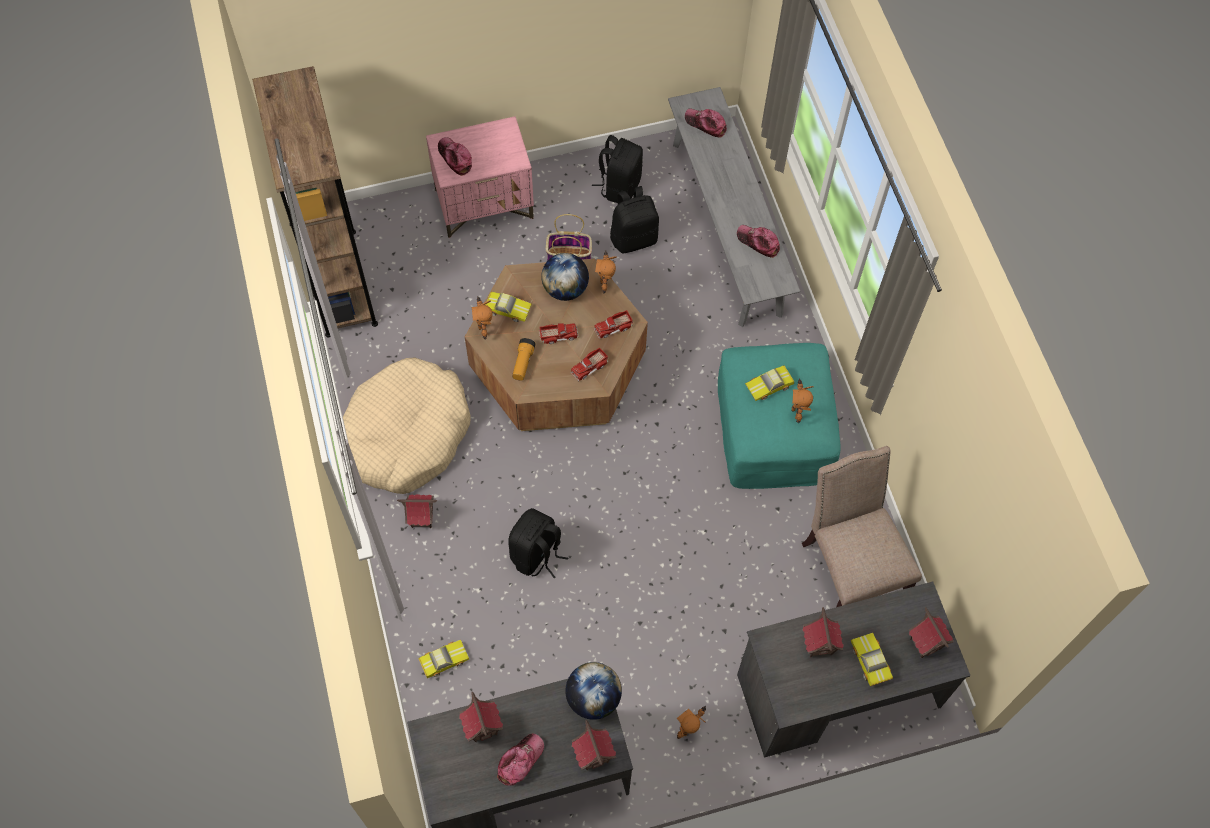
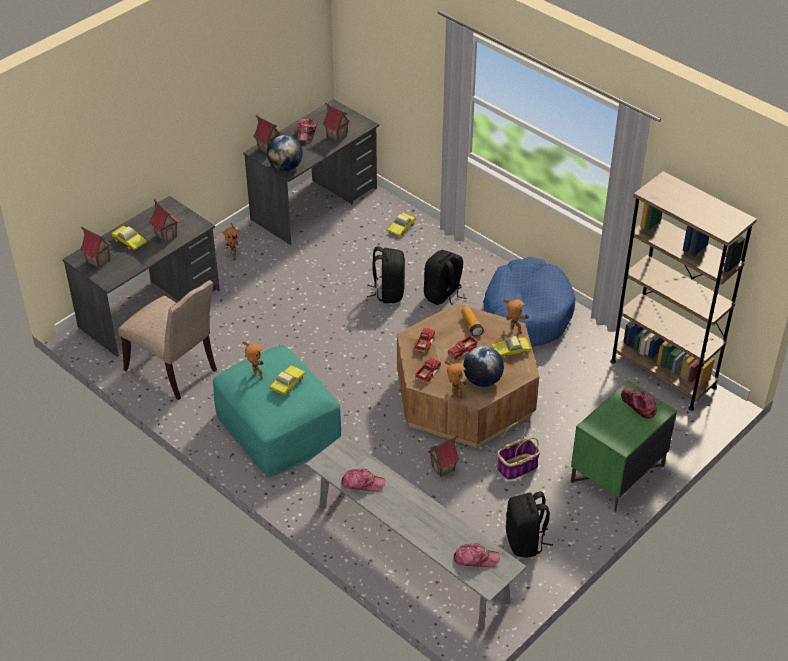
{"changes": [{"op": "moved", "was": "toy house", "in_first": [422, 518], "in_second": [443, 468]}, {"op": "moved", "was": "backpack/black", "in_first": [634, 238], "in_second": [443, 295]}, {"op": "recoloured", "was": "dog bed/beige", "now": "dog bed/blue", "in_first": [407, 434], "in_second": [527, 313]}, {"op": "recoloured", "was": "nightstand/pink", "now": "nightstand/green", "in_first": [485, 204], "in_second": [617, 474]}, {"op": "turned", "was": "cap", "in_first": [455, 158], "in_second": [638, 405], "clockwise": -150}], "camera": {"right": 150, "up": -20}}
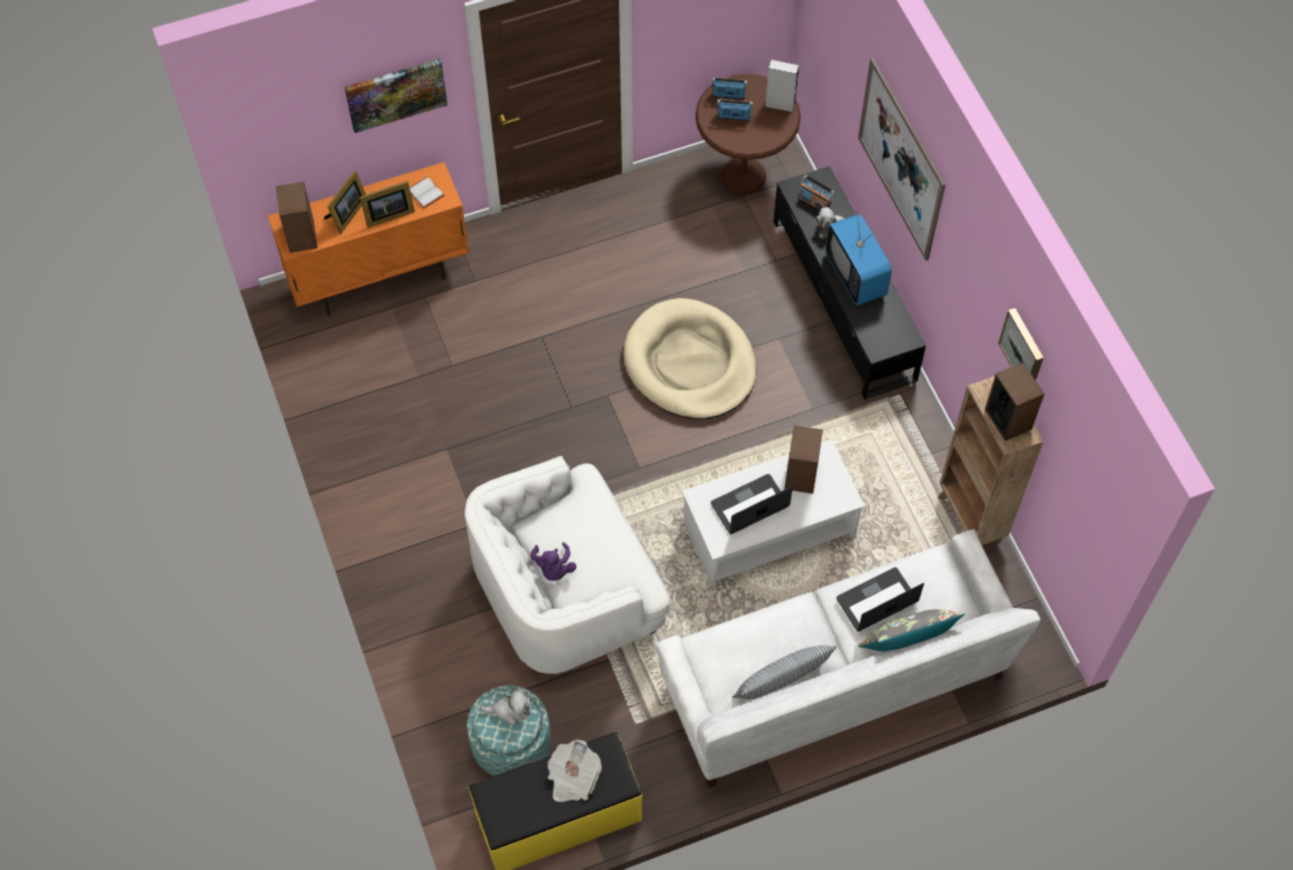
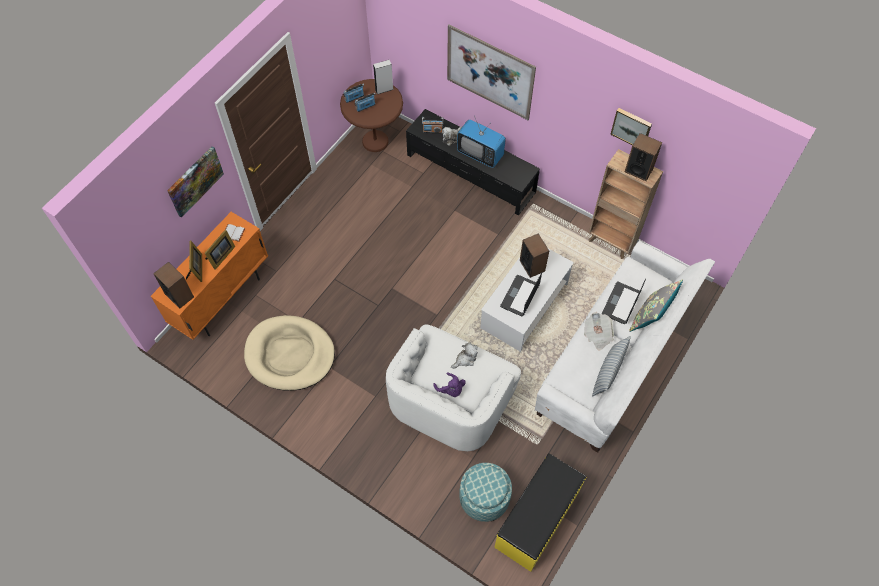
{"changes": [{"op": "moved", "was": "plush toy", "in_first": [510, 709], "in_second": [465, 359]}, {"op": "moved", "was": "newspaper", "in_first": [572, 778], "in_second": [597, 335]}, {"op": "moved", "was": "dog bed/beige", "in_first": [690, 363], "in_second": [290, 355]}], "camera": {"right": -35, "up": 0}}
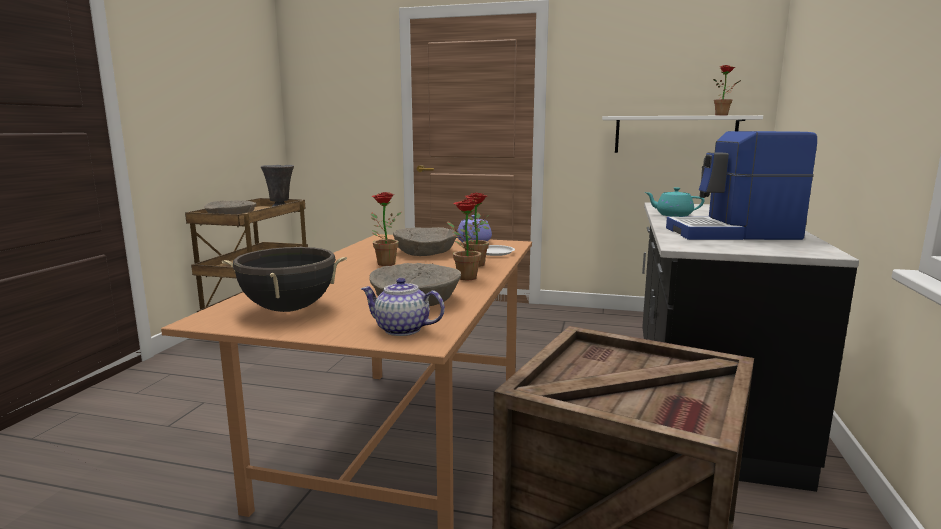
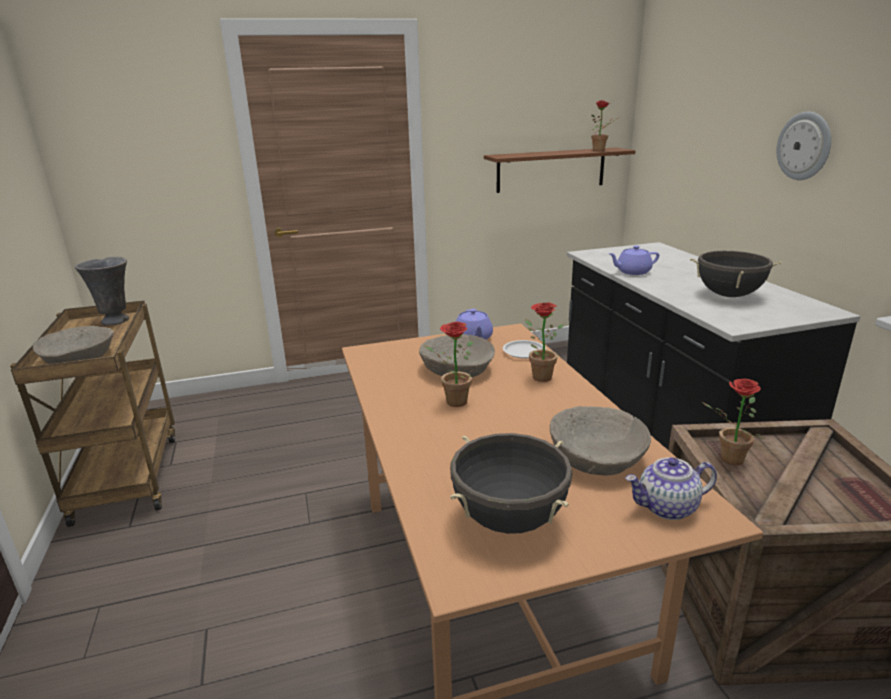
{"changes": [{"op": "added", "now": "wall clock", "in_second": [804, 146]}, {"op": "moved", "was": "potted plant", "in_first": [463, 277], "in_second": [726, 459]}, {"op": "replaced", "was": "coffee machine", "now": "cooking pot/black", "in_first": [733, 234], "in_second": [729, 295]}, {"op": "recoloured", "was": "shelf/white", "now": "shelf/brown", "in_first": [675, 135], "in_second": [551, 170]}, {"op": "recoloured", "was": "teapot/turquoise", "now": "teapot/purple", "in_first": [673, 215], "in_second": [632, 272]}], "camera": {"right": -30, "up": 10}}
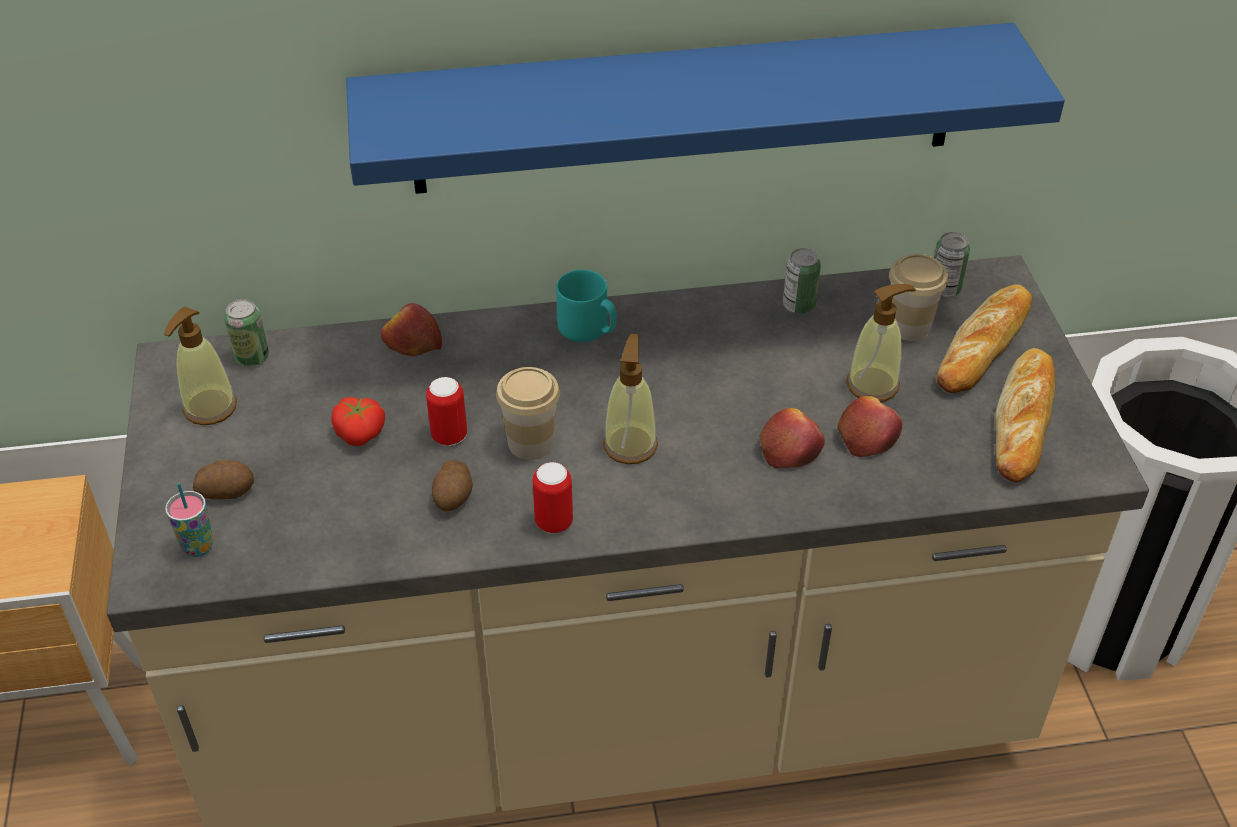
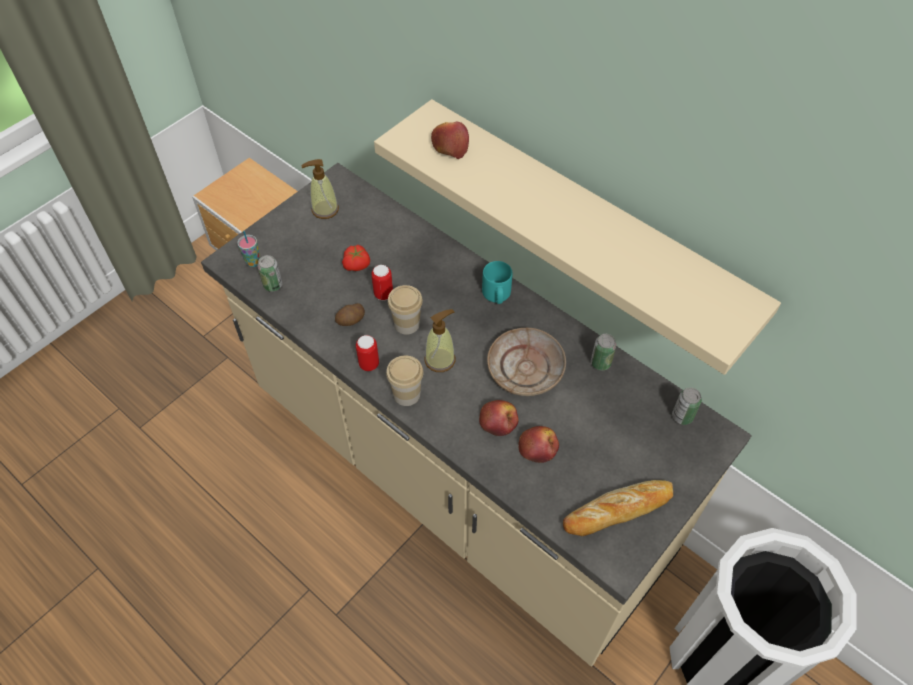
{"changes": [{"op": "removed", "was": "potato", "in_first": [226, 491]}, {"op": "removed", "was": "soap dispenser", "in_first": [873, 385]}, {"op": "removed", "was": "bread", "in_first": [984, 345]}, {"op": "added", "now": "plate/beige", "in_second": [526, 368]}, {"op": "moved", "was": "can", "in_first": [252, 357], "in_second": [273, 285]}, {"op": "moved", "was": "apple", "in_first": [412, 344], "in_second": [450, 146]}, {"op": "moved", "was": "cup", "in_first": [909, 326], "in_second": [406, 394]}, {"op": "recoloured", "was": "shelf/blue", "now": "shelf/beige", "in_first": [686, 109], "in_second": [584, 221]}], "camera": {"right": 50, "up": 10}}
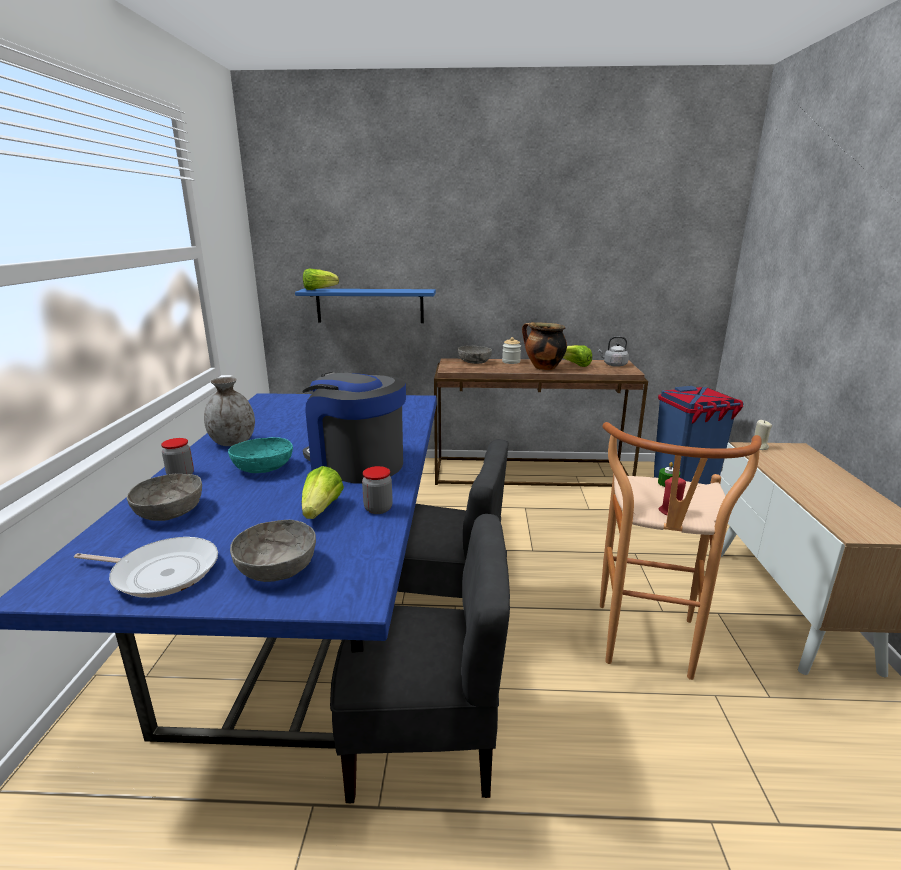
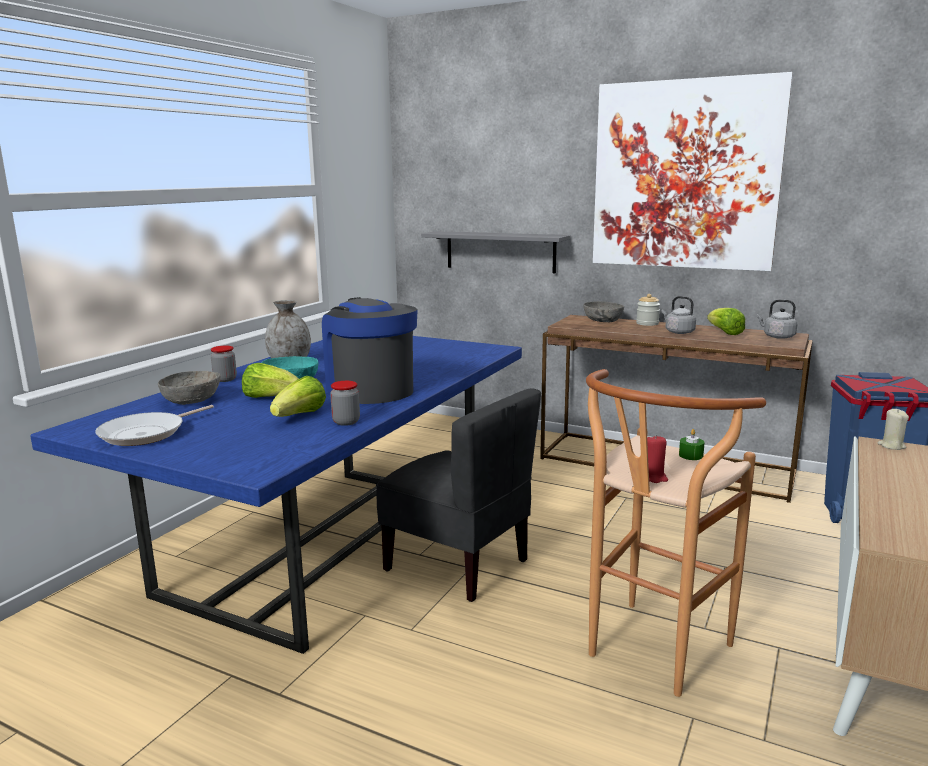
{"changes": [{"op": "removed", "was": "bowl/grey", "in_first": [277, 568]}, {"op": "removed", "was": "chair/grey", "in_first": [424, 742]}, {"op": "added", "now": "picture", "in_second": [685, 175]}, {"op": "moved", "was": "lettuce", "in_first": [319, 289], "in_second": [270, 397]}, {"op": "replaced", "was": "cooking pot", "now": "kettle/grey", "in_first": [543, 368], "in_second": [678, 332]}, {"op": "recoloured", "was": "shelf/blue", "now": "shelf/grey", "in_first": [370, 306], "in_second": [500, 251]}, {"op": "turned", "was": "frying pan", "in_first": [161, 572], "in_second": [147, 433], "clockwise": 90}], "camera": {"right": 25, "up": -5}}
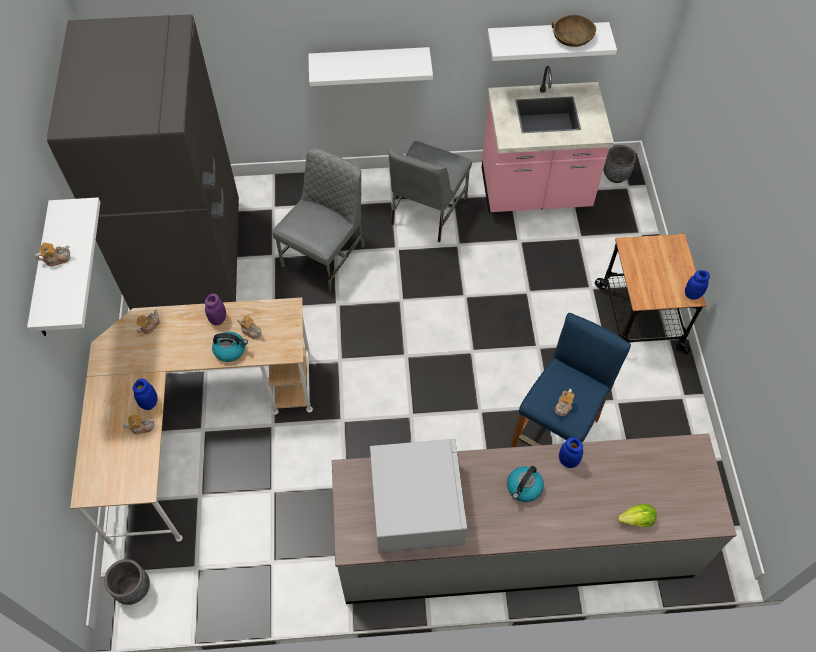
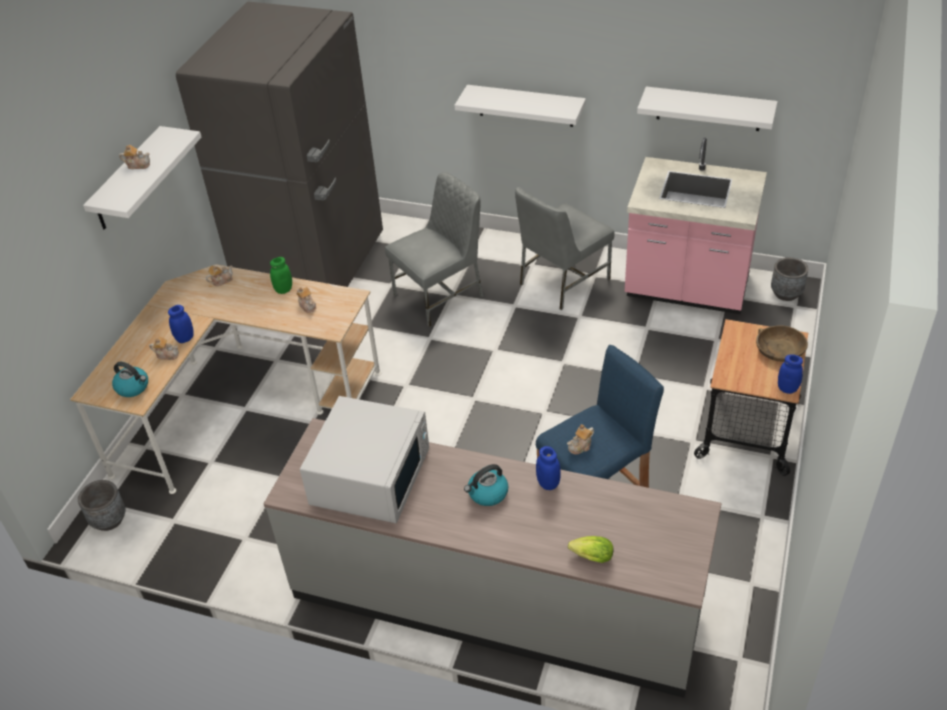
{"changes": [{"op": "moved", "was": "kettle", "in_first": [230, 350], "in_second": [133, 387]}, {"op": "moved", "was": "bowl/brown", "in_first": [572, 37], "in_second": [779, 350]}, {"op": "recoloured", "was": "jar/purple", "now": "jar/green", "in_first": [218, 319], "in_second": [283, 289]}], "camera": {"right": 25, "up": -15}}
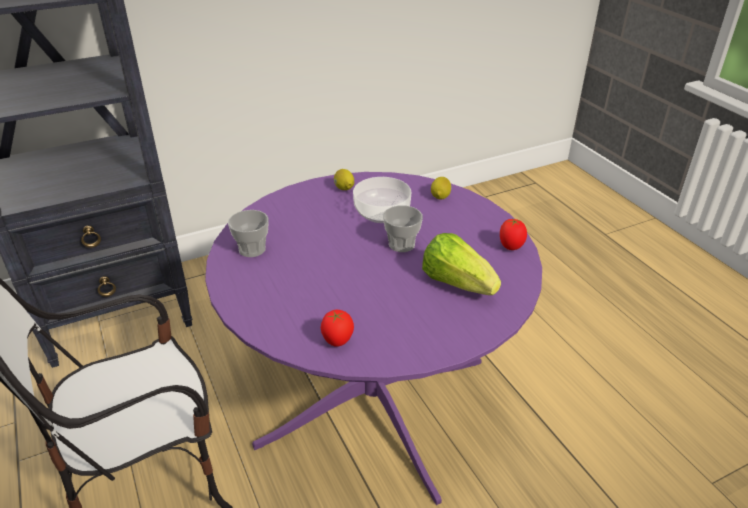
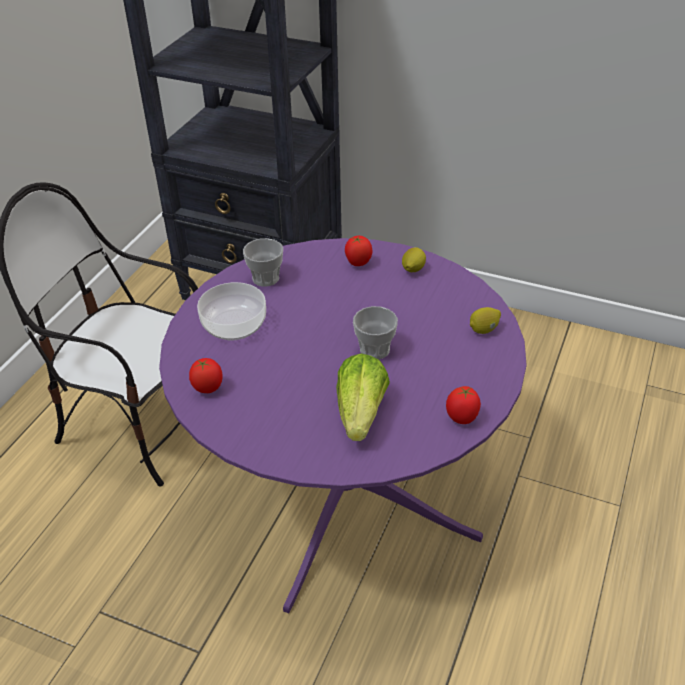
{"changes": [{"op": "added", "now": "tomato", "in_second": [358, 263]}, {"op": "moved", "was": "bowl", "in_first": [382, 212], "in_second": [234, 325]}], "camera": {"right": 50, "up": 5}}
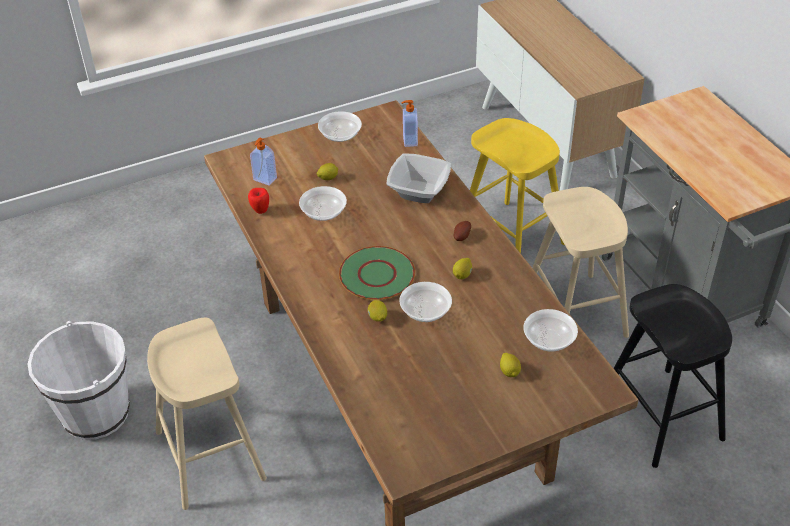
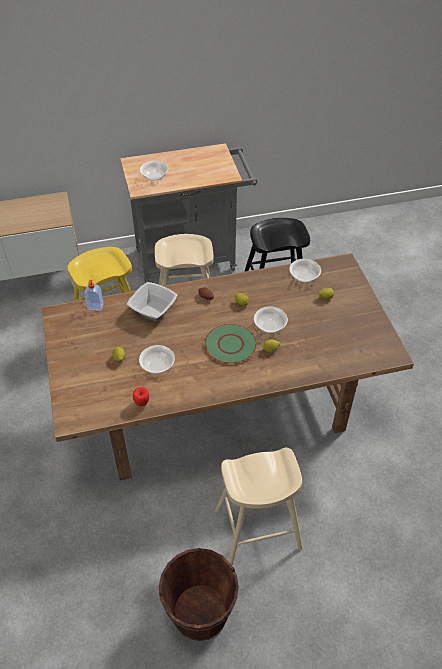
{"changes": [{"op": "removed", "was": "soap dispenser", "in_first": [264, 179]}, {"op": "moved", "was": "bowl", "in_first": [340, 135], "in_second": [154, 176]}, {"op": "recoloured", "was": "bucket/white", "now": "bucket/brown", "in_first": [95, 413], "in_second": [200, 613]}], "camera": {"right": -80, "up": 5}}
